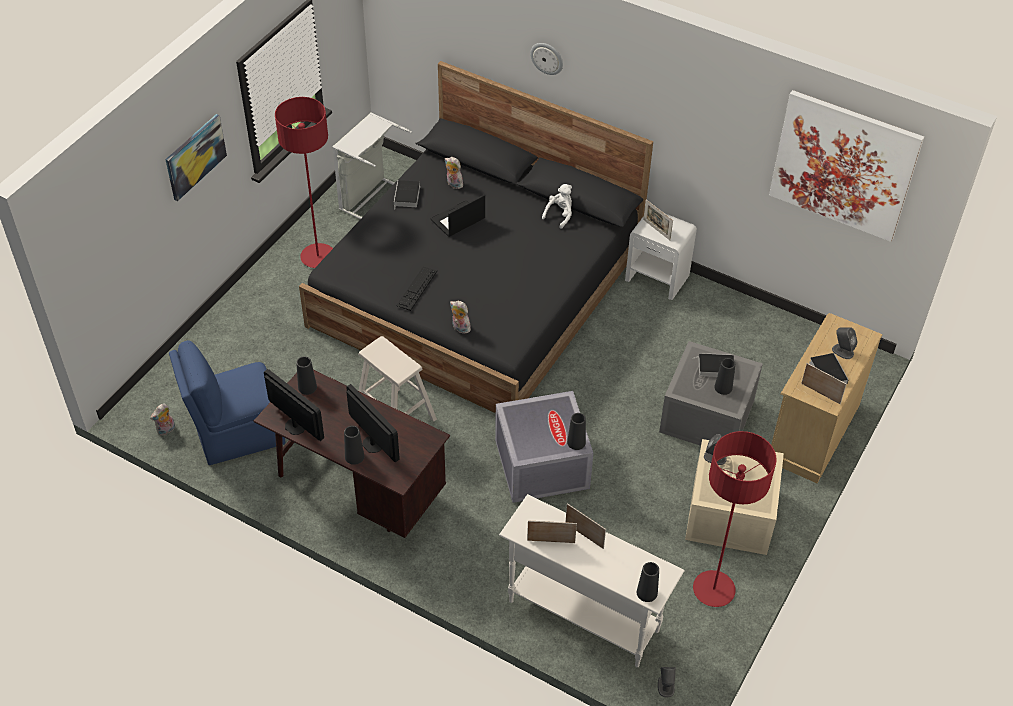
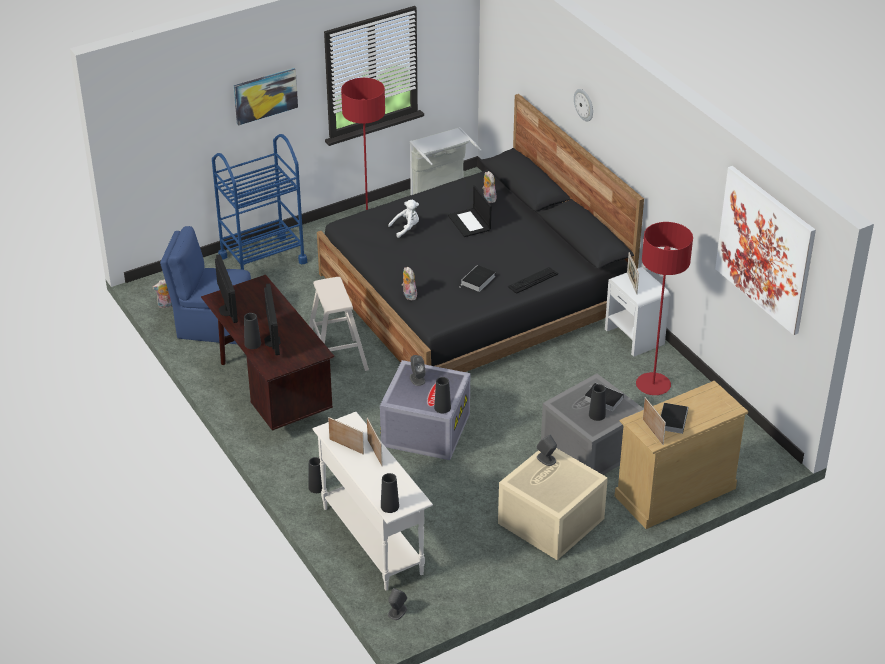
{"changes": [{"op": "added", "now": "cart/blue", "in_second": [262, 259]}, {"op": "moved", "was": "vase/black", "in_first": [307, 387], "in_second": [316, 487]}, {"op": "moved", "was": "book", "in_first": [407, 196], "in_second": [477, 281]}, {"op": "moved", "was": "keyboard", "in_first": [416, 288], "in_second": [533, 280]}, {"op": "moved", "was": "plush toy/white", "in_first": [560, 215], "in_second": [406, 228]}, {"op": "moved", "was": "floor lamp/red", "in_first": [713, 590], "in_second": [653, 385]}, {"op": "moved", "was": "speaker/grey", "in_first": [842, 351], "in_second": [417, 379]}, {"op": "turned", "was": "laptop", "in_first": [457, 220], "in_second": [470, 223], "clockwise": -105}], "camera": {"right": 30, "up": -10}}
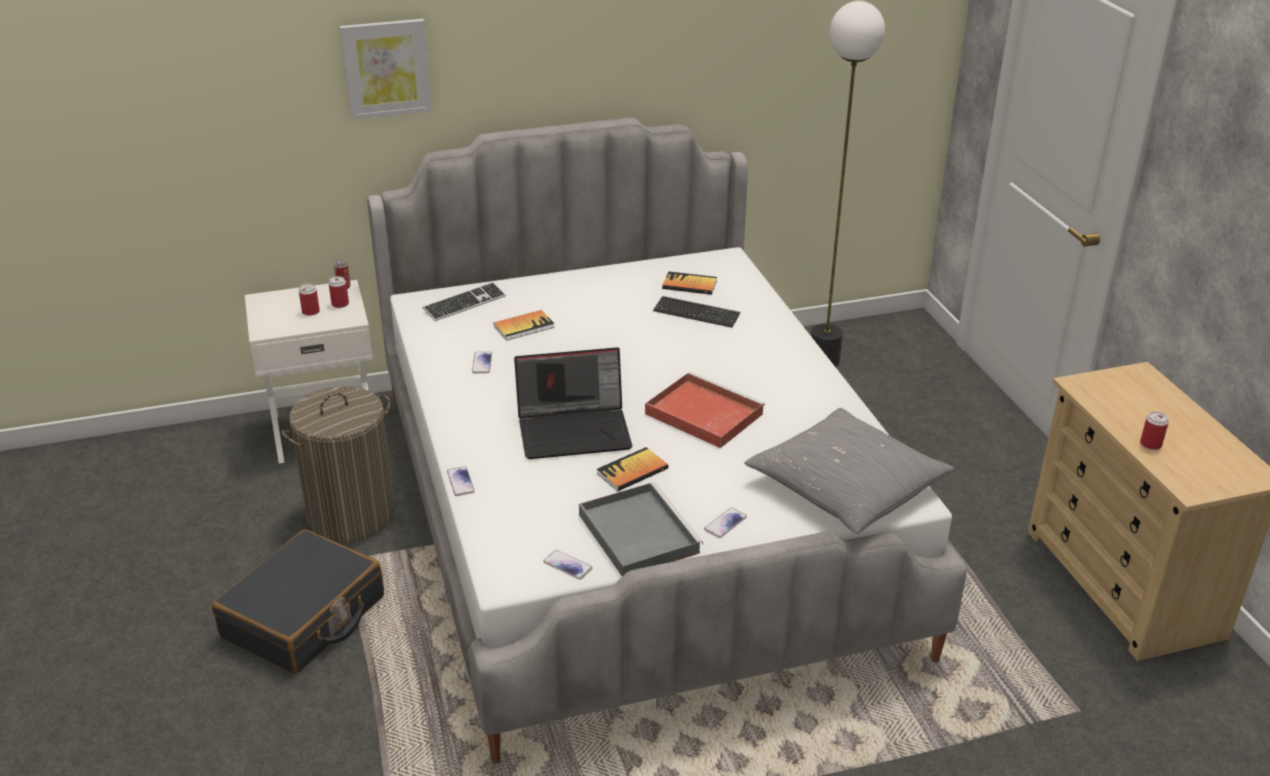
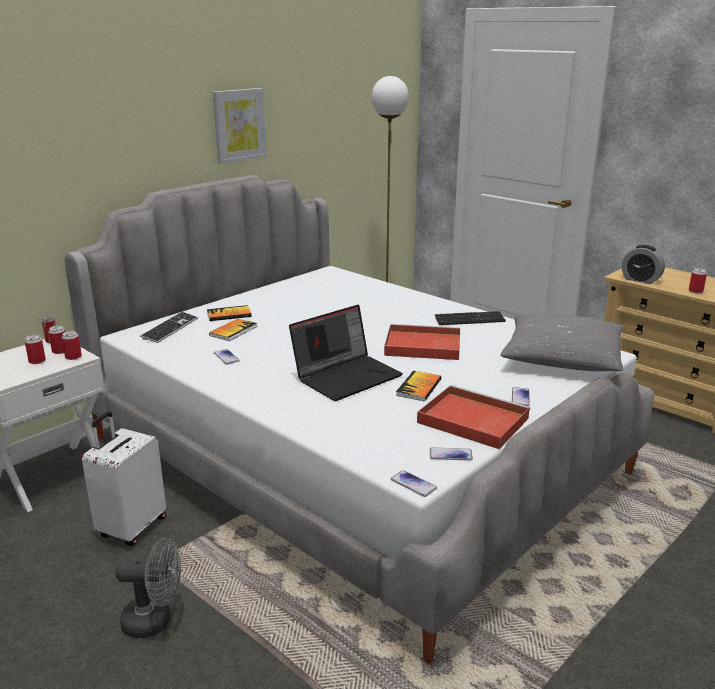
{"changes": [{"op": "added", "now": "can", "in_second": [73, 357]}, {"op": "added", "now": "alarm clock", "in_second": [640, 280]}, {"op": "moved", "was": "picture", "in_first": [386, 68], "in_second": [239, 125]}, {"op": "moved", "was": "phone", "in_first": [460, 482], "in_second": [413, 484]}, {"op": "moved", "was": "keyboard", "in_first": [696, 313], "in_second": [469, 320]}, {"op": "moved", "was": "book", "in_first": [689, 285], "in_second": [229, 315]}, {"op": "replaced", "was": "suitcase/black", "now": "fan/grey", "in_first": [304, 617], "in_second": [155, 620]}, {"op": "replaced", "was": "laundry basket", "now": "suitcase/white", "in_first": [352, 515], "in_second": [131, 527]}, {"op": "recoloured", "was": "tray/grey", "now": "tray/red", "in_first": [636, 532], "in_second": [470, 420]}], "camera": {"right": -30, "up": -10}}
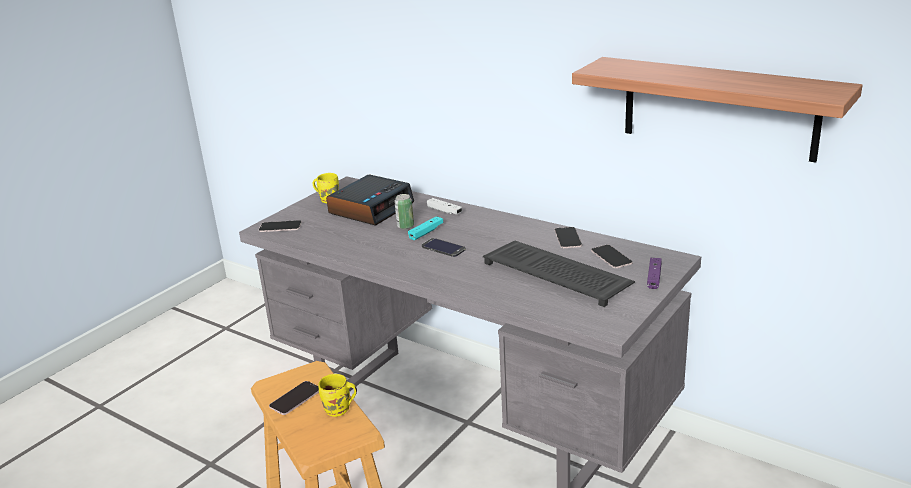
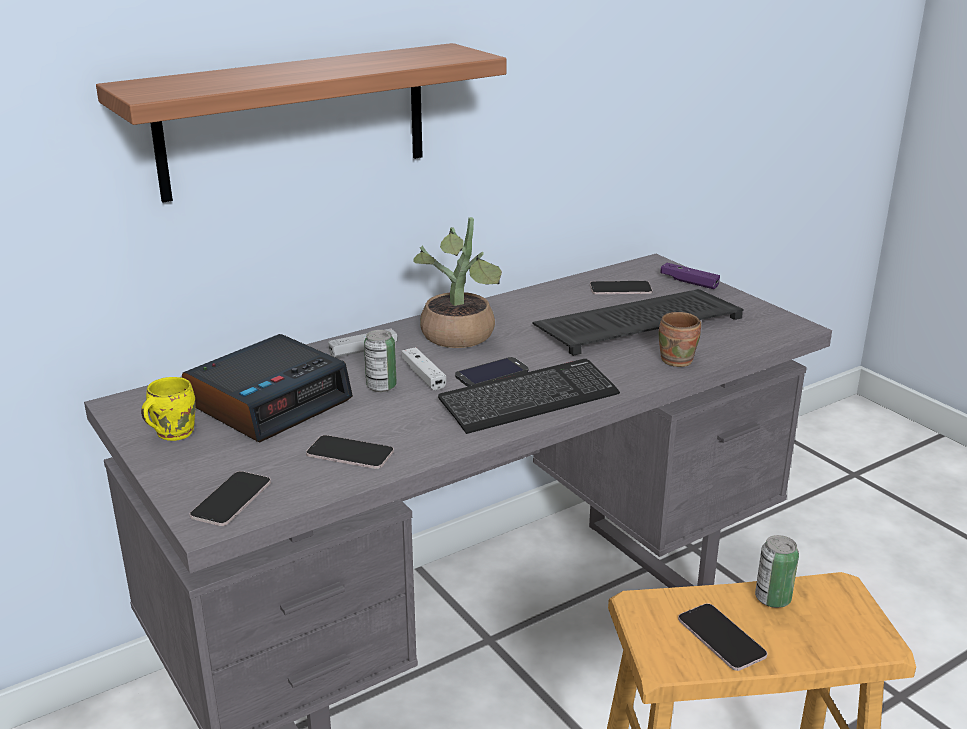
{"changes": [{"op": "added", "now": "potted plant", "in_second": [460, 339]}, {"op": "added", "now": "keyboard", "in_second": [529, 399]}, {"op": "added", "now": "mug/brown", "in_second": [680, 361]}, {"op": "moved", "was": "phone", "in_first": [568, 238], "in_second": [350, 453]}, {"op": "moved", "was": "shelf", "in_first": [718, 108], "in_second": [295, 120]}, {"op": "replaced", "was": "mug/yellow", "now": "can", "in_first": [338, 410], "in_second": [772, 599]}, {"op": "recoloured", "was": "game controller/turquoise", "now": "game controller/white", "in_first": [426, 232], "in_second": [423, 375]}, {"op": "turned", "was": "alarm clock", "in_first": [371, 208], "in_second": [269, 401], "clockwise": 75}], "camera": {"right": -70, "up": 0}}
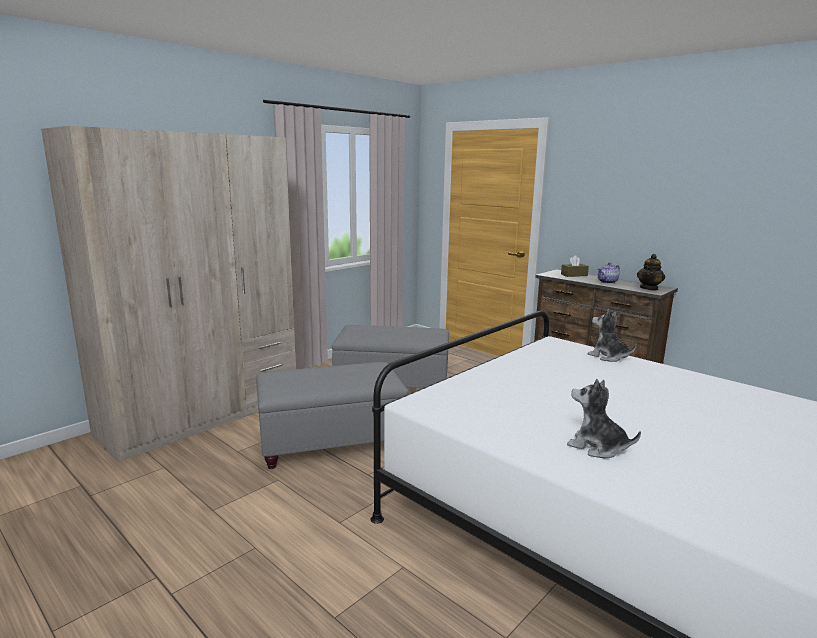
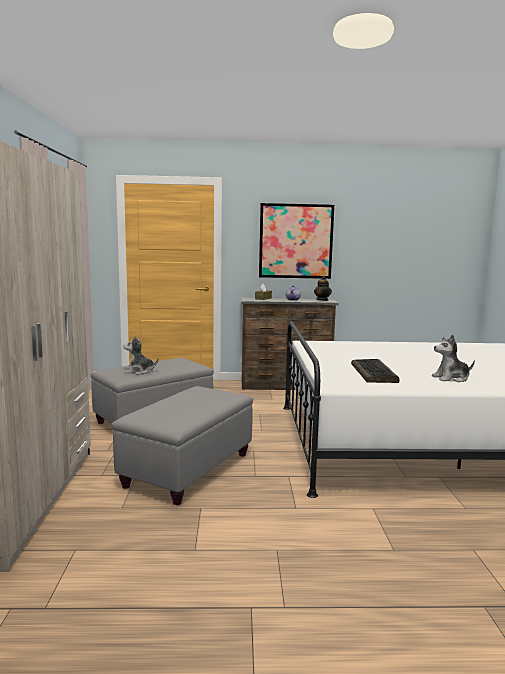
{"changes": [{"op": "added", "now": "picture", "in_second": [295, 241]}, {"op": "added", "now": "keyboard", "in_second": [374, 373]}, {"op": "moved", "was": "plush toy", "in_first": [608, 357], "in_second": [139, 371]}], "camera": {"right": -45, "up": -5}}
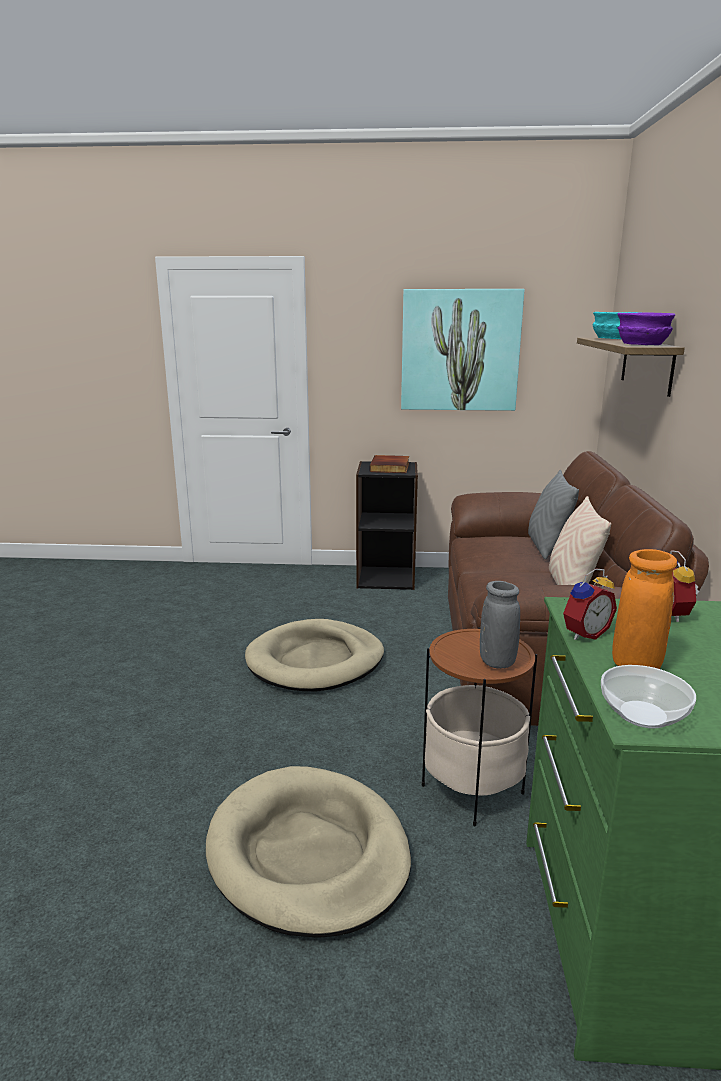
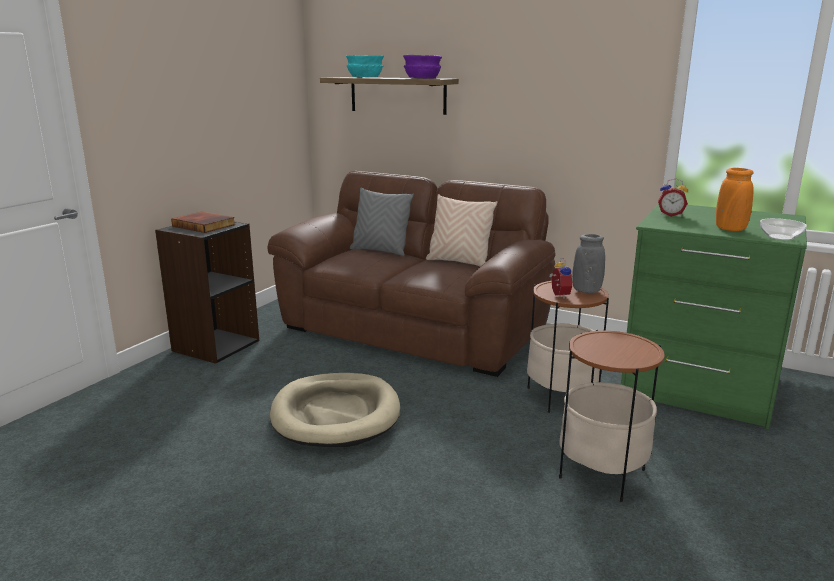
{"changes": [{"op": "removed", "was": "picture", "in_first": [460, 350]}, {"op": "moved", "was": "alarm clock", "in_first": [583, 633], "in_second": [558, 295]}, {"op": "replaced", "was": "dog bed/beige", "now": "side table", "in_first": [308, 853], "in_second": [602, 473]}], "camera": {"right": -65, "up": 0}}
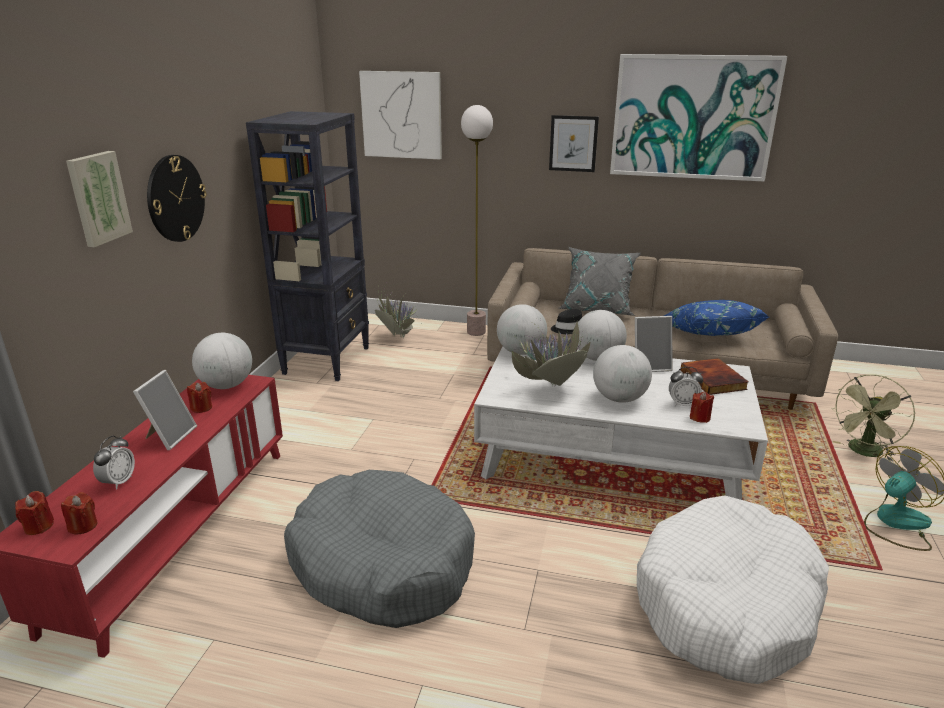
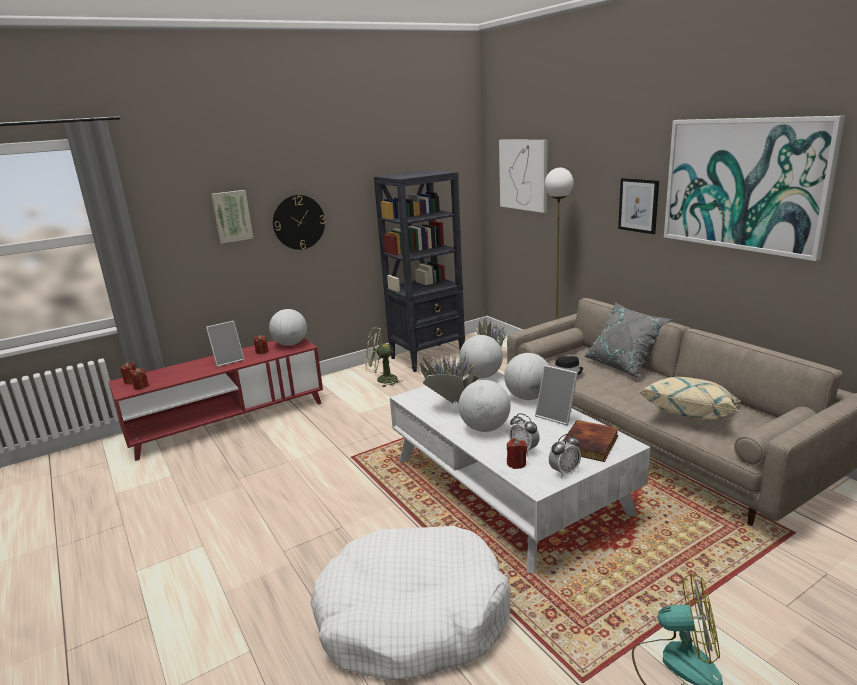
{"changes": [{"op": "removed", "was": "dog bed/grey", "in_first": [382, 563]}, {"op": "moved", "was": "alarm clock", "in_first": [118, 482], "in_second": [564, 472]}, {"op": "moved", "was": "fan/green", "in_first": [863, 452], "in_second": [382, 380]}, {"op": "recoloured", "was": "pillow/blue", "now": "pillow/beige", "in_first": [708, 334], "in_second": [690, 414]}], "camera": {"right": 45, "up": -5}}
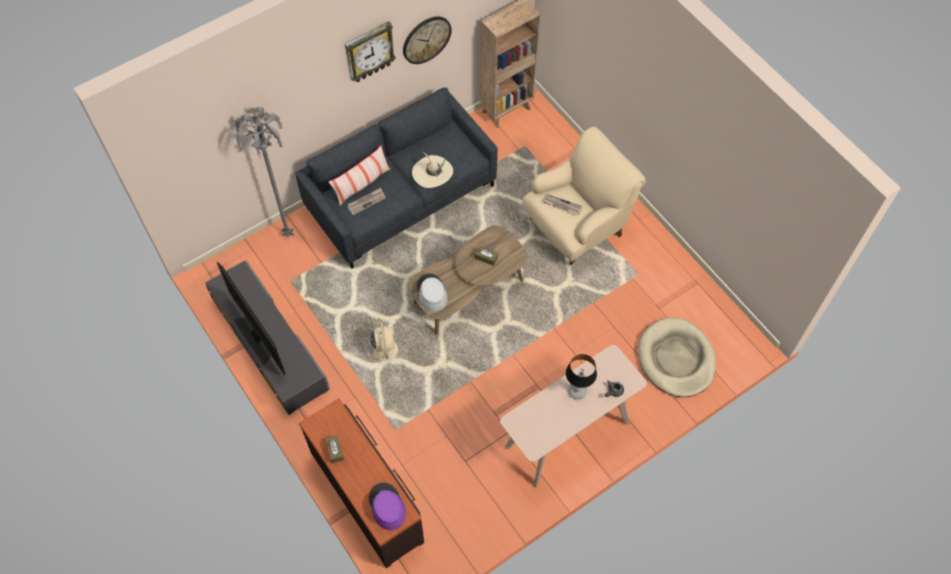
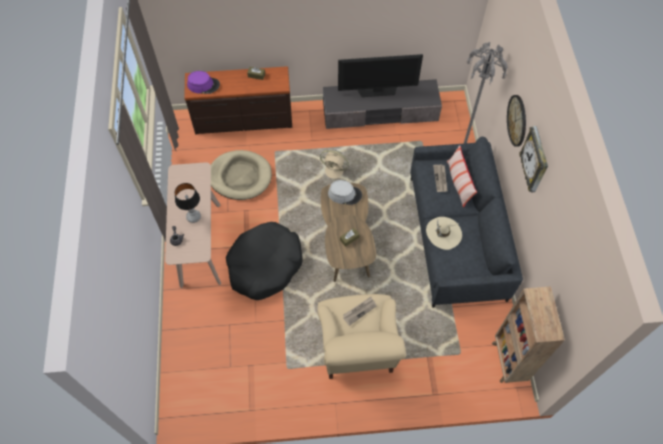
{"changes": [{"op": "added", "now": "dog bed/black", "in_second": [264, 265]}, {"op": "moved", "was": "wall clock", "in_first": [426, 39], "in_second": [517, 120]}, {"op": "moved", "was": "dog bed/beige", "in_first": [676, 359], "in_second": [240, 176]}], "camera": {"right": 120, "up": 0}}
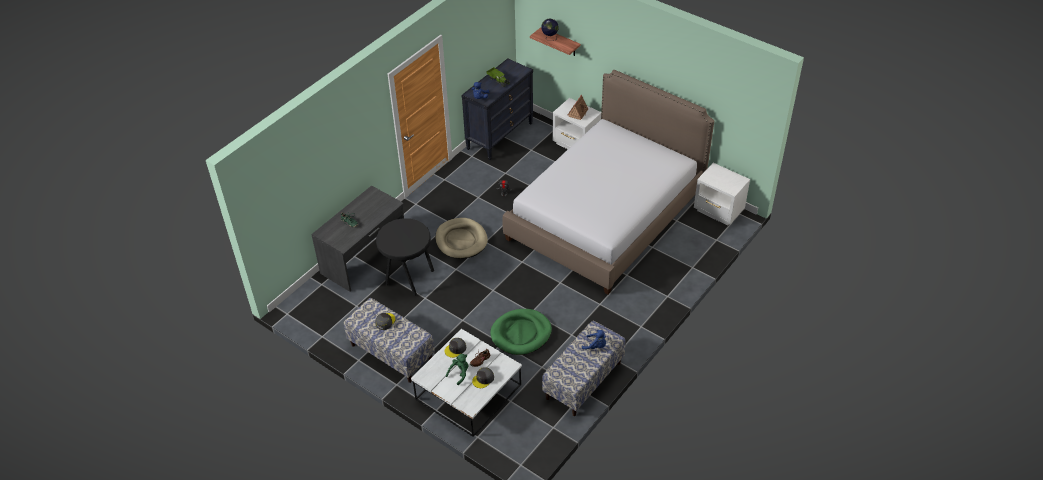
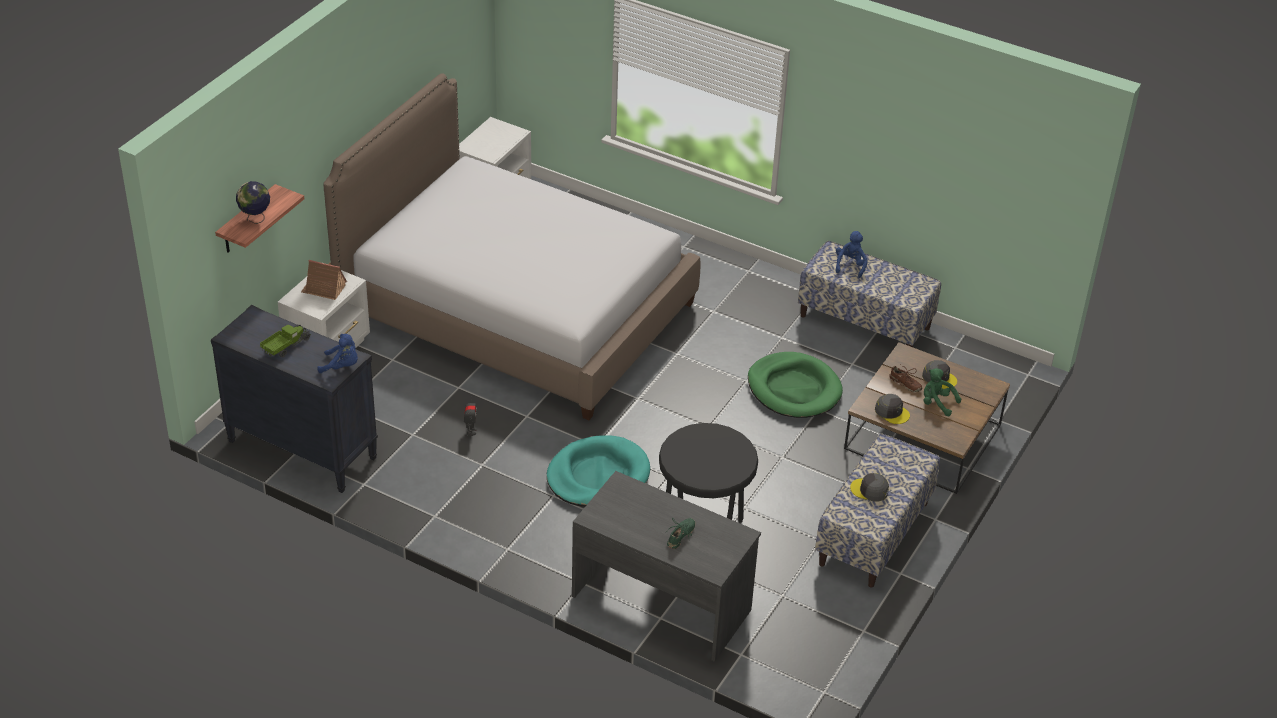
{"changes": [{"op": "recoloured", "was": "coffee table/white", "now": "coffee table/brown", "in_first": [469, 392], "in_second": [922, 435]}, {"op": "recoloured", "was": "dog bed/beige", "now": "dog bed/turquoise", "in_first": [461, 240], "in_second": [598, 476]}], "camera": {"right": -100, "up": -5}}
